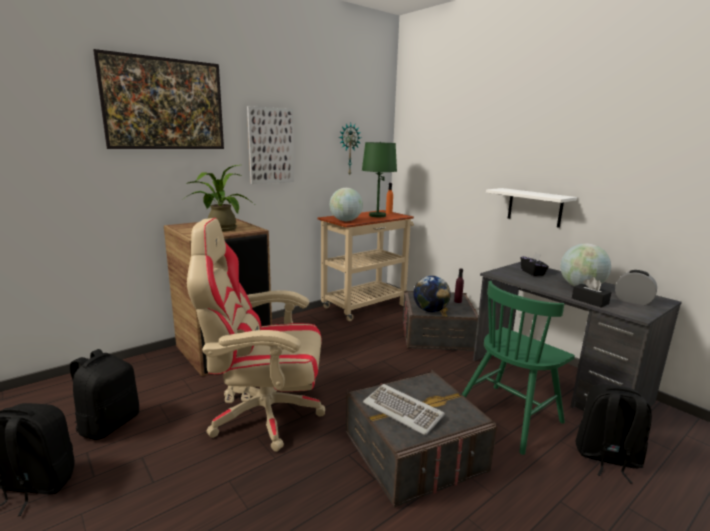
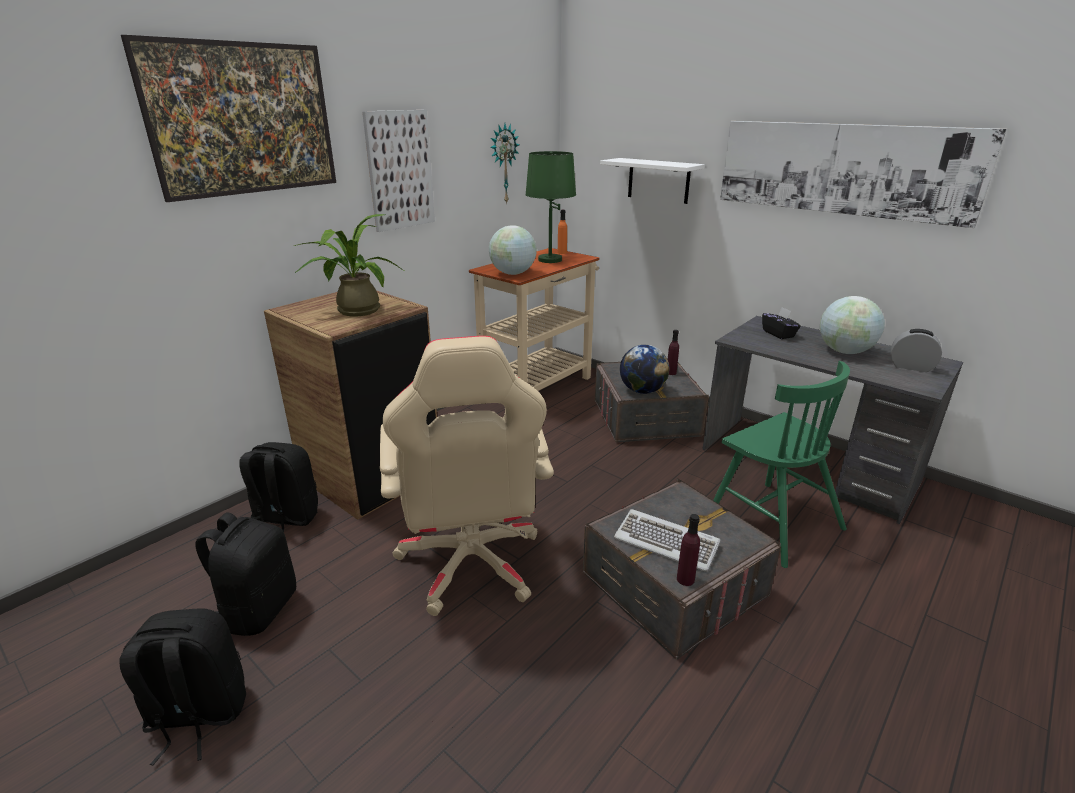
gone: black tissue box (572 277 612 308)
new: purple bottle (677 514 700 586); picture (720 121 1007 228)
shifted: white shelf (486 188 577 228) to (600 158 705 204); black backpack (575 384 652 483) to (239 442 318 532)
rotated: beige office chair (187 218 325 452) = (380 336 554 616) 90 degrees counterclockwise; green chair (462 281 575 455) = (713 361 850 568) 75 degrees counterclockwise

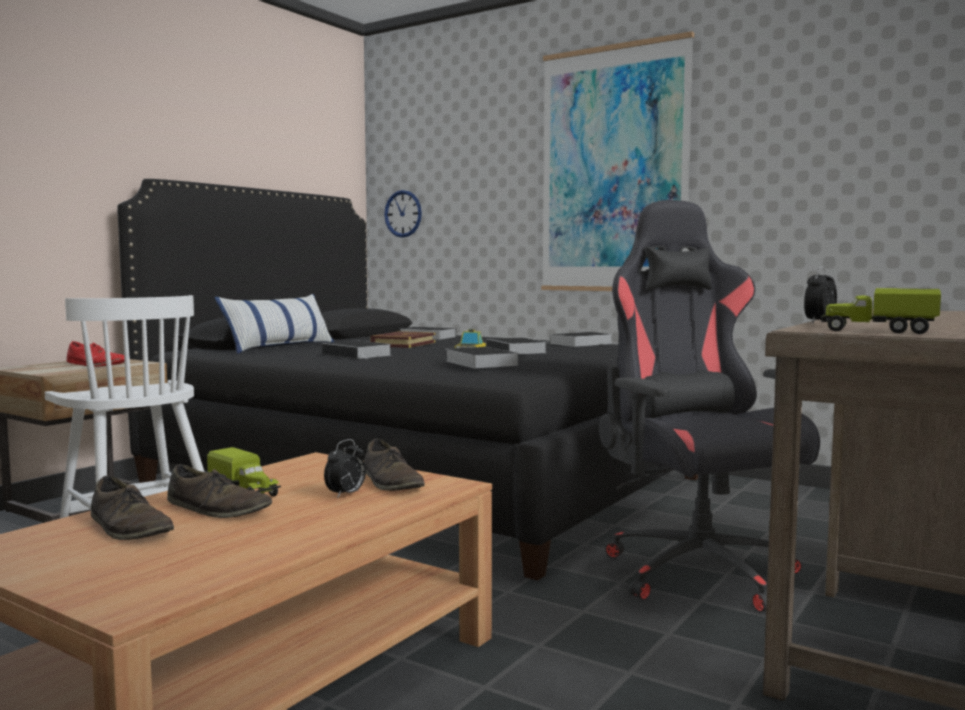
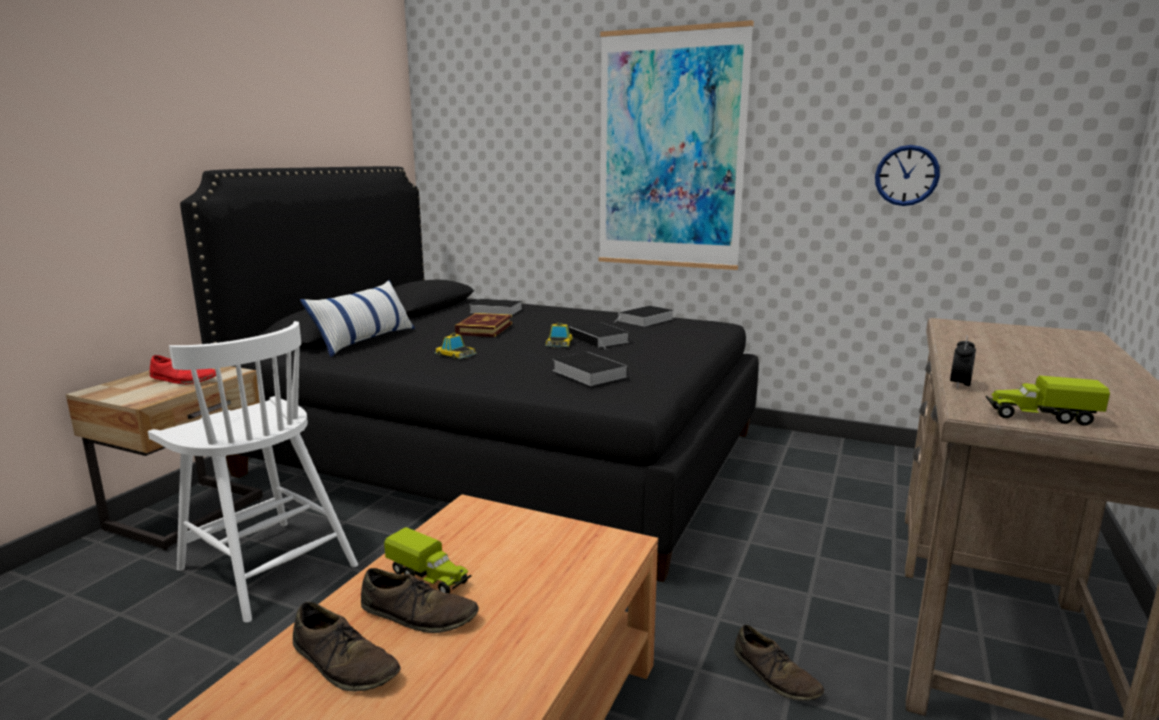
gone: alarm clock (324 439 366 499); black office chair (599 200 820 612)
shifted: brown shoe (364 439 425 491) to (734 625 824 701); wall clock (384 190 422 238) to (875 145 940 206)
swapped: book (322 340 392 359) to toy car (434 333 477 359)

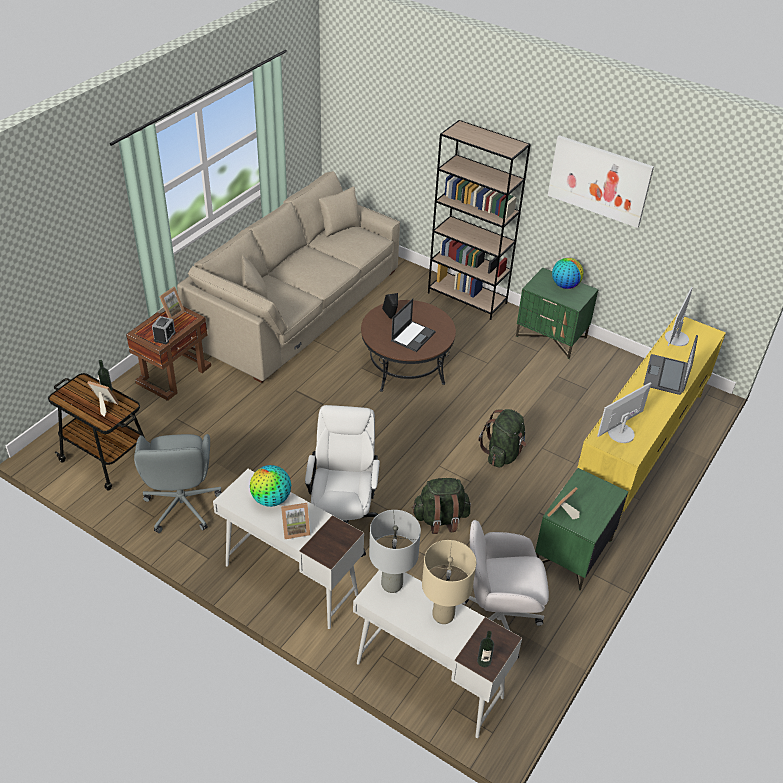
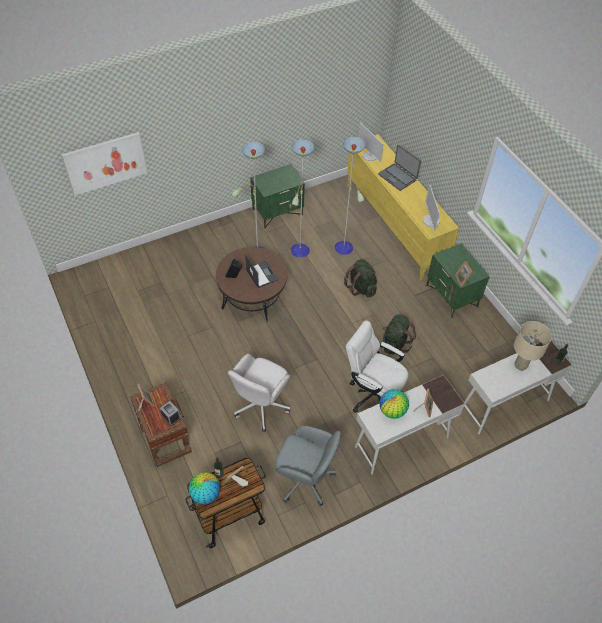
gone: beige sofa (177 171 400 383); grey table lamp (369 510 421 593); beige bookcase (428 120 531 320)
new: floor lamp (232 137 366 258)
shifted: white office chair (462 520 549 658) to (228 354 290 432); picture (548 135 654 228) to (62 132 147 195); globe (552 258 583 289) to (189 472 220 504)

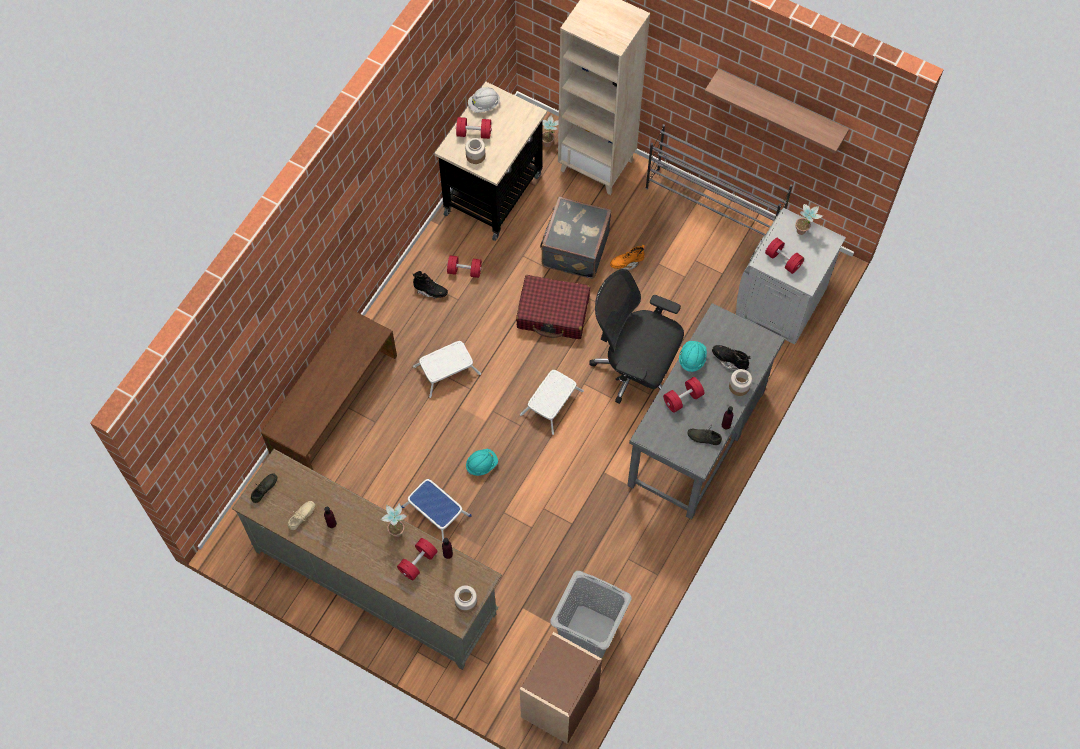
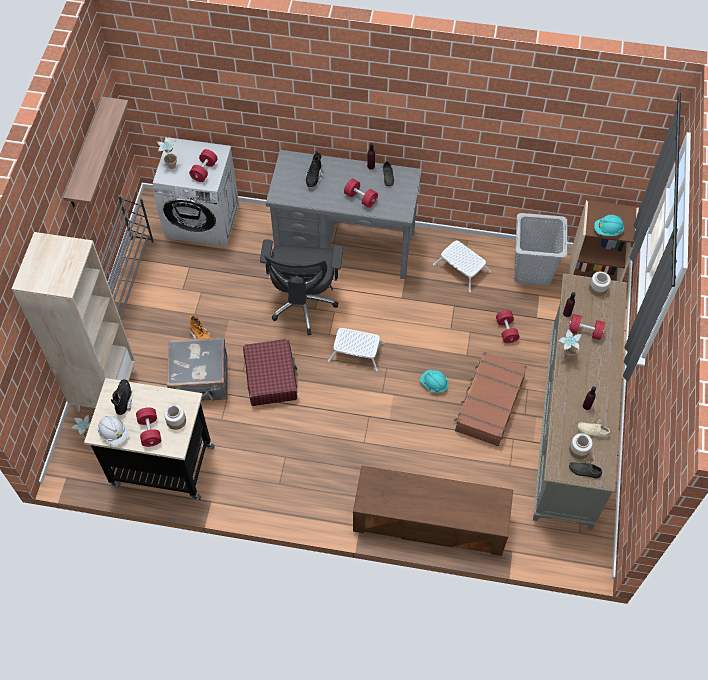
shifted: black boot (413 271 448 299) to (111 379 133 415); white step ladder (413 341 481 398) to (433 240 491 292); red dumbbell (447 255 482 278) to (496 310 520 343); turquoise hard hat (679 341 707 374) to (594 215 624 236); jar (729 369 752 396) to (569 433 593 459)
swapped: blue step ladder (401 479 472 542) to brown suitcase (454 352 527 446)

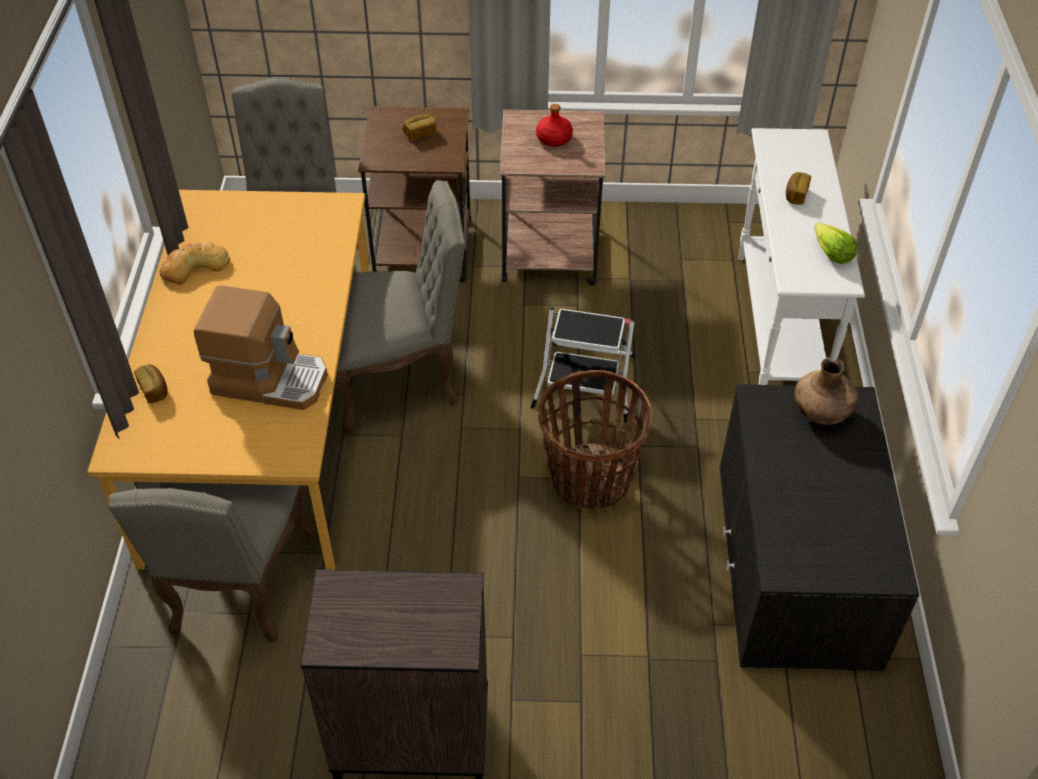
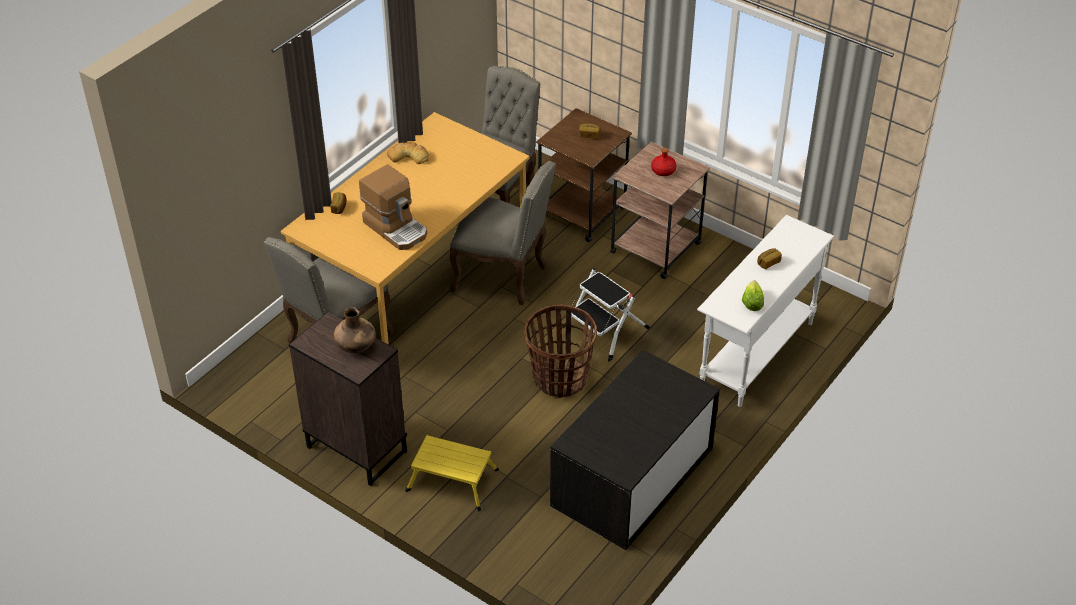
new: yellow step ladder (405 435 499 511)
shifted: brown vase (795 357 858 425) to (334 307 375 353)

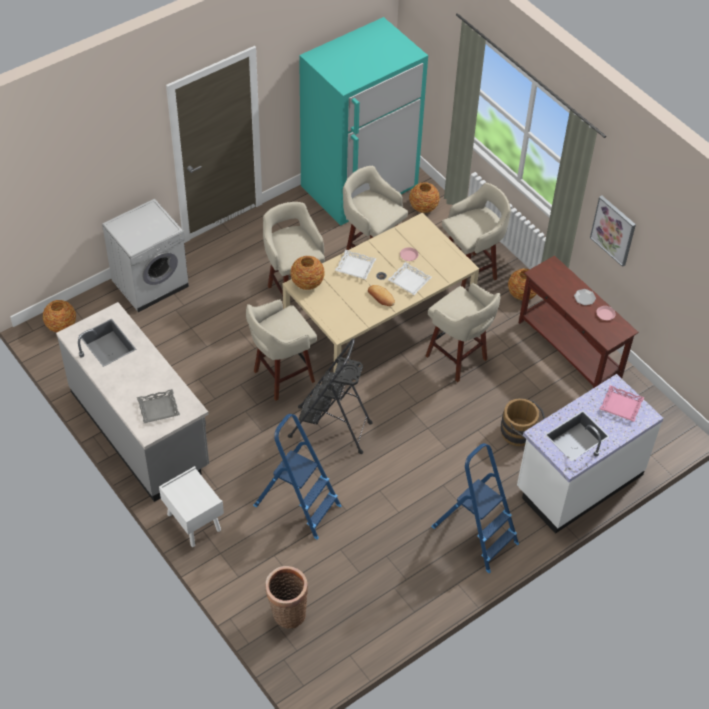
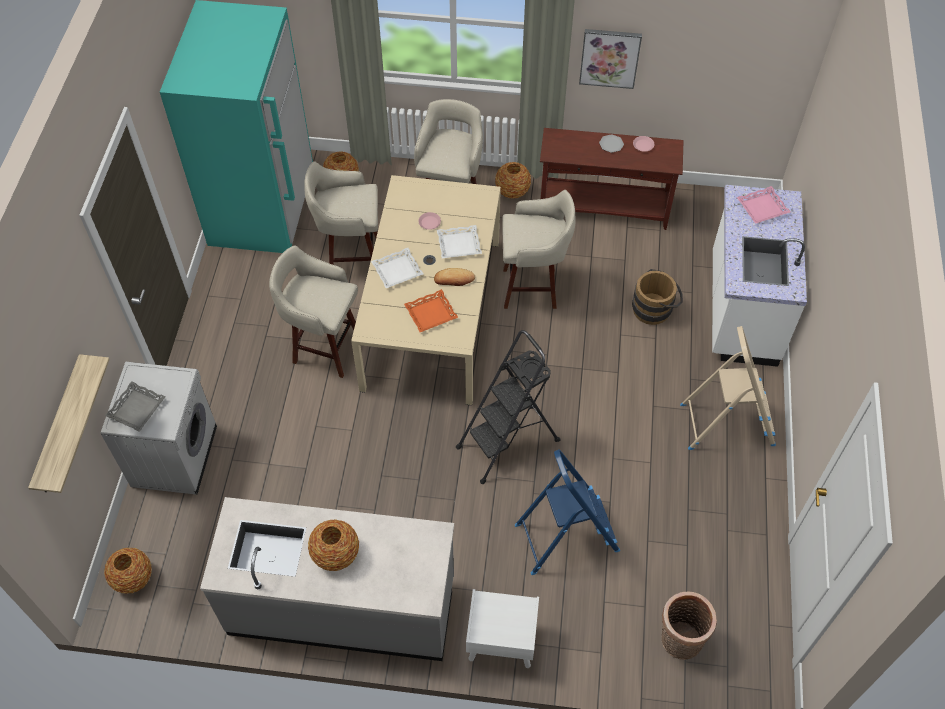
gone: beige stool (246 299 317 401)
new: shelf (28 354 110 493); orange tray (404 289 458 332)
shifted: grey tray (137 389 180 423) to (105 381 166 432); vase (290 256 325 290) to (308 520 359 571)
repainted: blue step ladder (431 443 519 573) to beige step ladder (680 326 776 450)

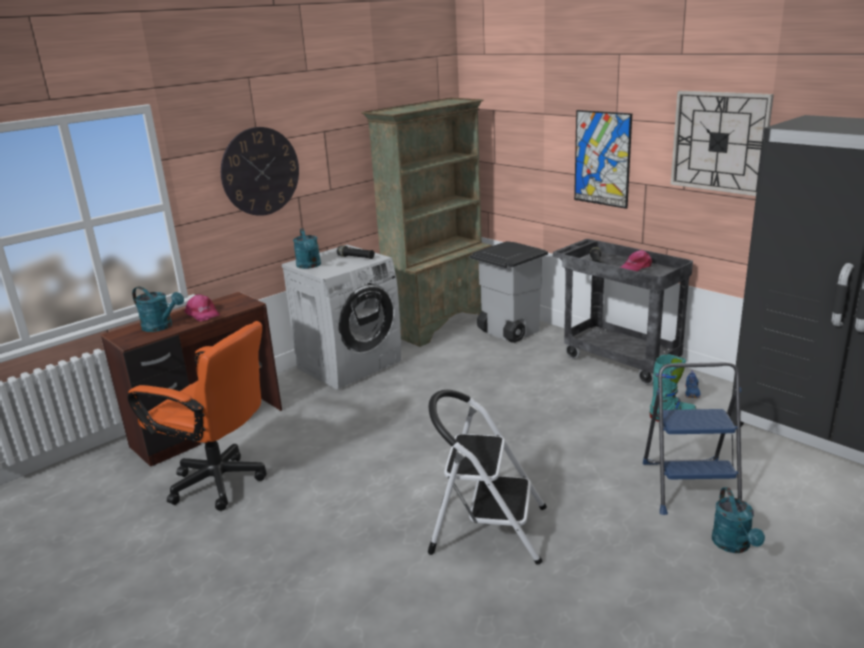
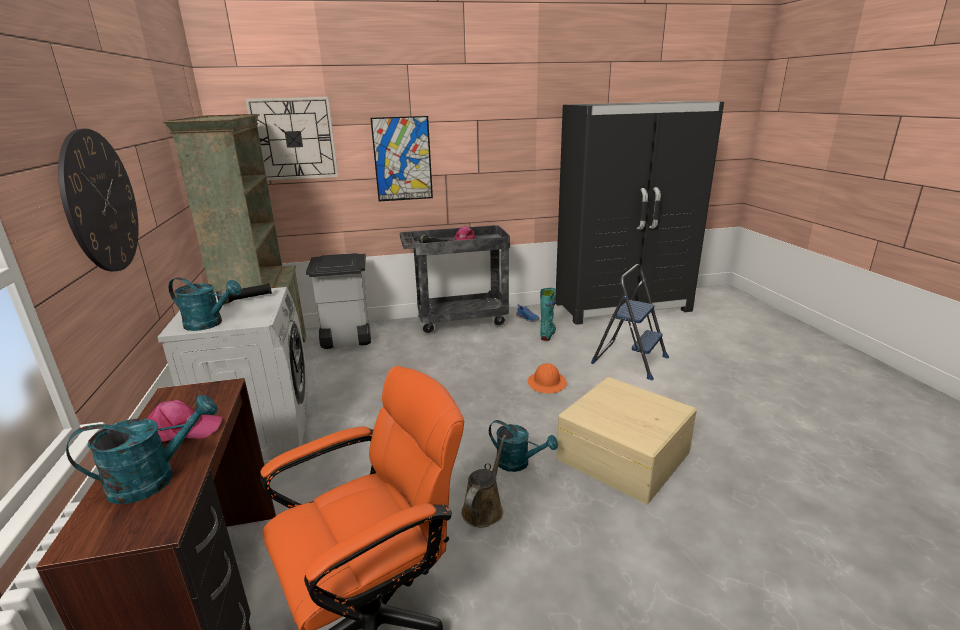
new: brown watering can (461 435 506 528); orange hard hat (528 363 567 393)
shifted: wall clock (670 91 774 196) to (245 97 339 181); turquoise watering can (712 487 765 553) to (489 420 558 472)
swapped: step ladder (428 390 547 565) to beige storage box (557 377 697 504)

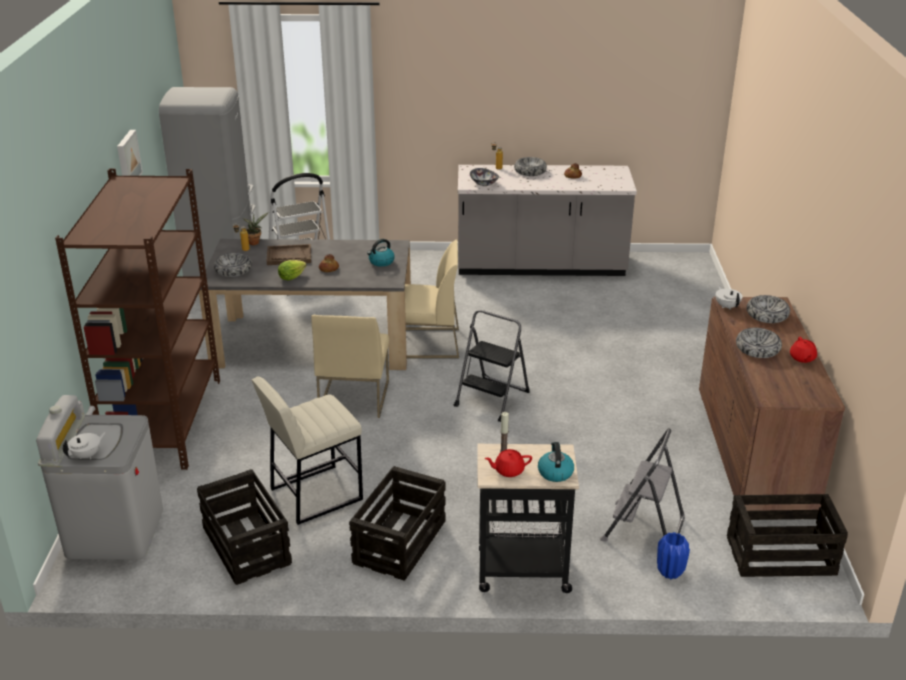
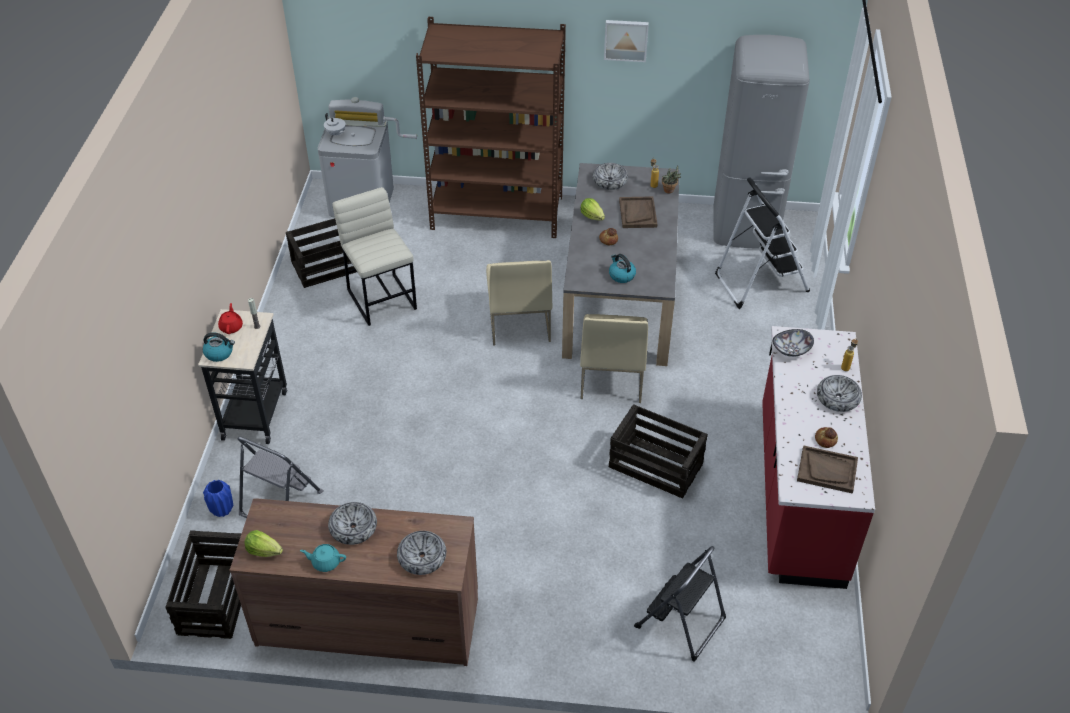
gone: white teapot (716 286 743 310)
new: lettuce (244 530 283 557); brown tray (797 445 858 494)
shifted: crate (349 466 446 581) to (609 404 708 499); black step ladder (453 310 530 422) to (634 546 726 662)
repainted: grey counter (458 165 637 276) to red counter (762 326 875 589); red teapot (790 337 817 363) to turquoise teapot (300 544 346 572)
rotated: beige chair (311 315 389 418) = (486 260 552 345) 105 degrees counterclockwise

